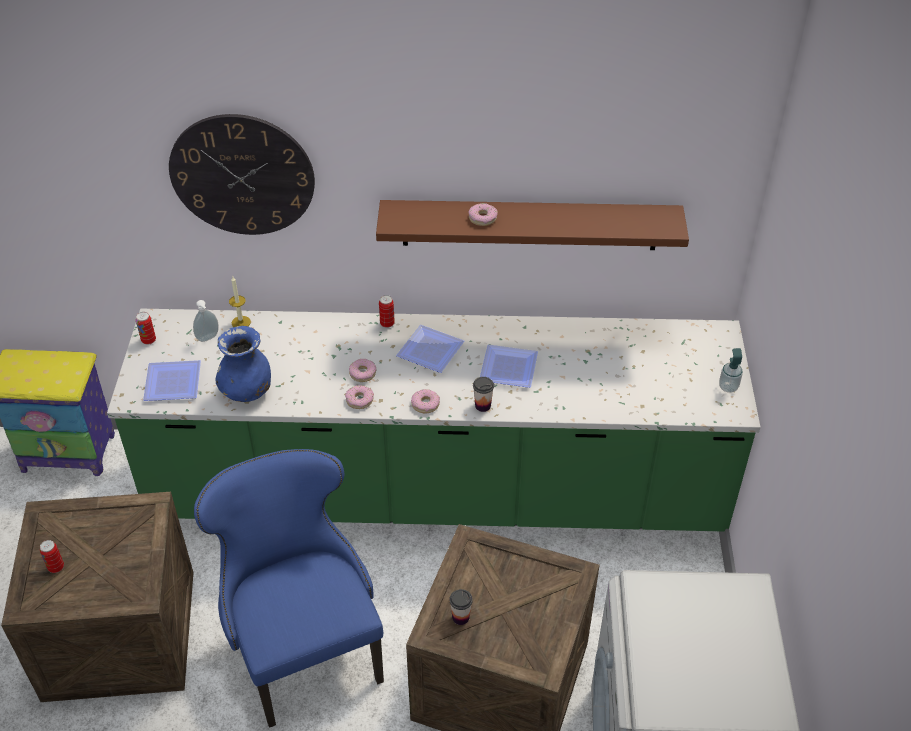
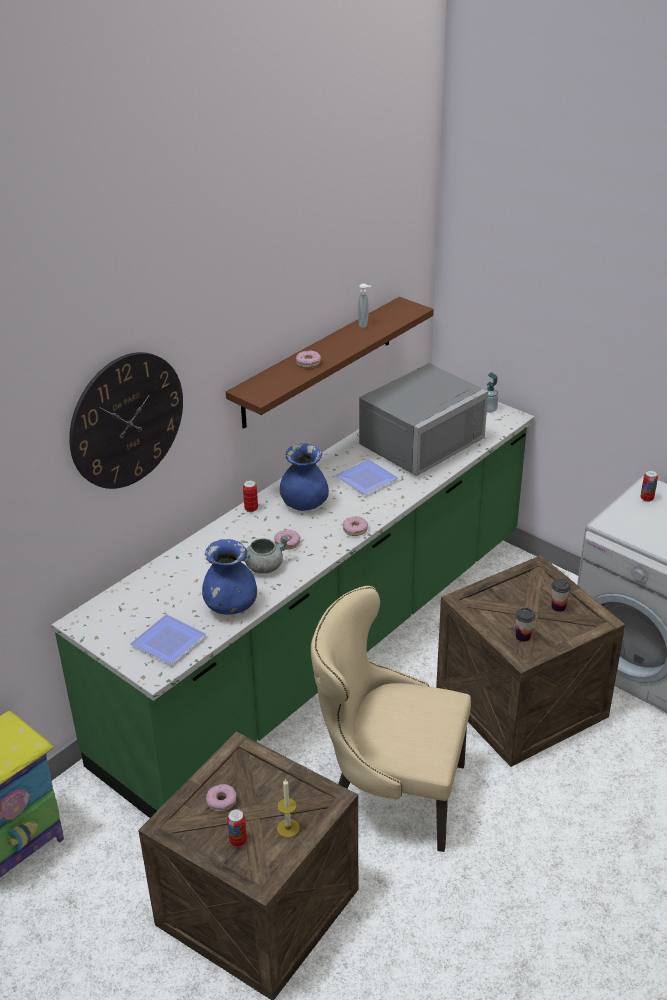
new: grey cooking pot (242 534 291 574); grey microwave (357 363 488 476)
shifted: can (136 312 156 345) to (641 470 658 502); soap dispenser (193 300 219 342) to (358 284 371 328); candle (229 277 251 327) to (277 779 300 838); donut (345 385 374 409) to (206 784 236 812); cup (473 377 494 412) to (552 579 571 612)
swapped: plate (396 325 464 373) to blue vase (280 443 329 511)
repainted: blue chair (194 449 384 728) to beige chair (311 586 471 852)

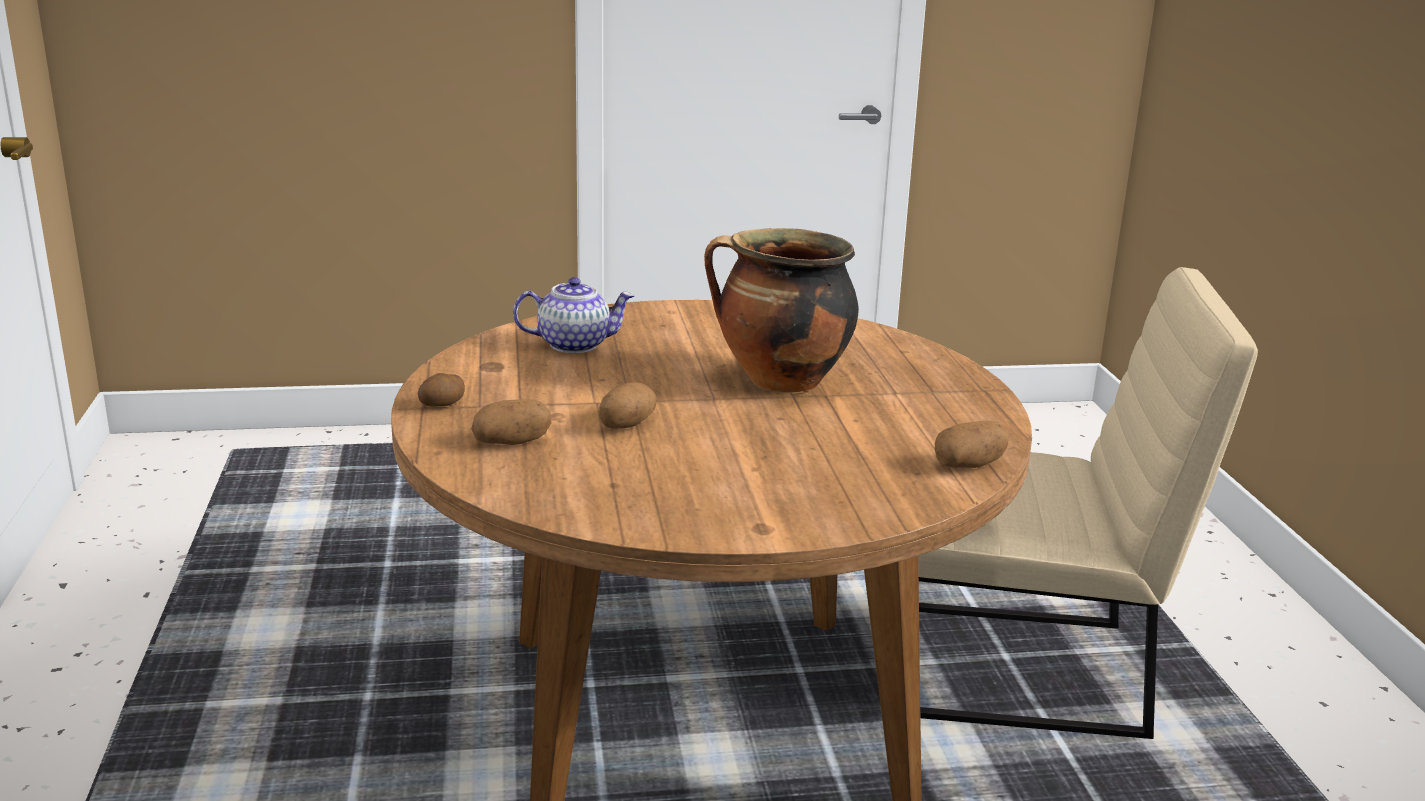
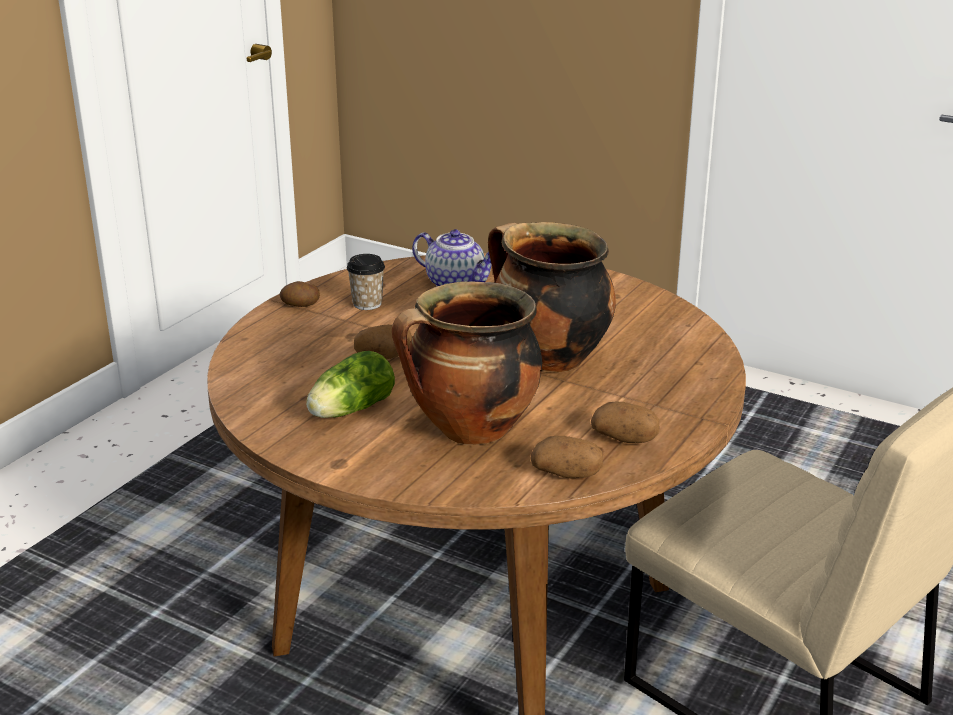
new: lettuce (306 351 395 418); cup (347 254 385 310); cooking pot (392 281 542 445)
shifted: potato (471 399 552 445) to (591 402 659 443)

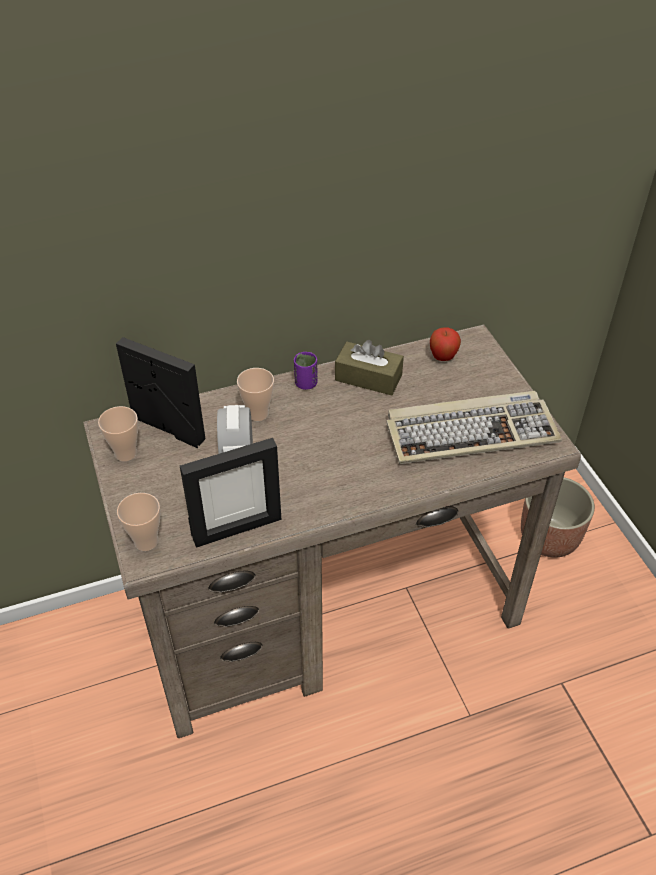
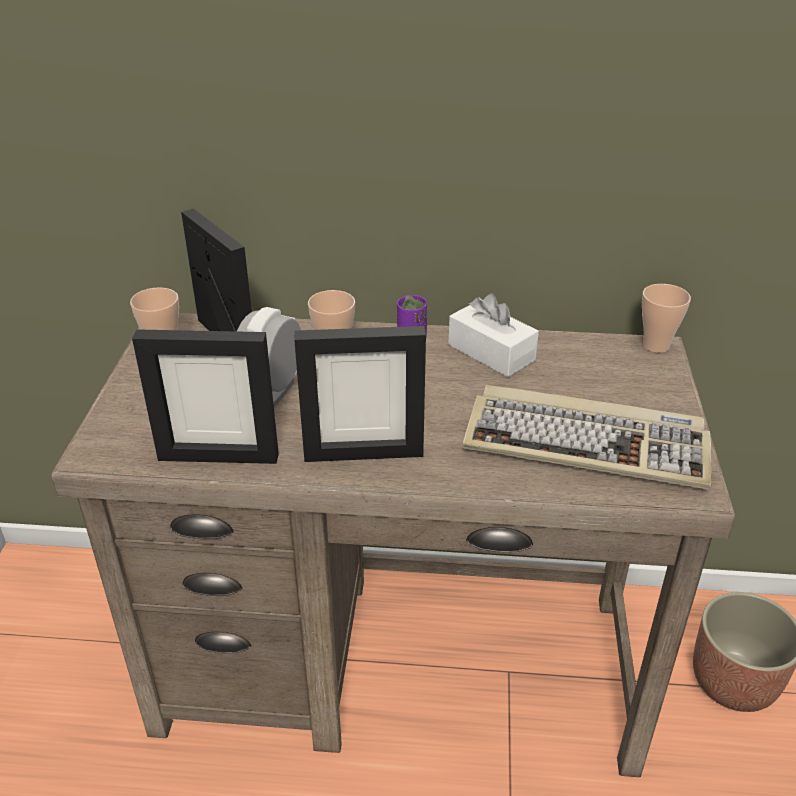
gone: apple (430 327 461 361)
new: picture frame (294 326 426 462)
shifted: cup (117 493 160 551) to (642 284 691 353)
repainted: brown tissue box (335 340 404 396) to white tissue box (448 293 539 377)

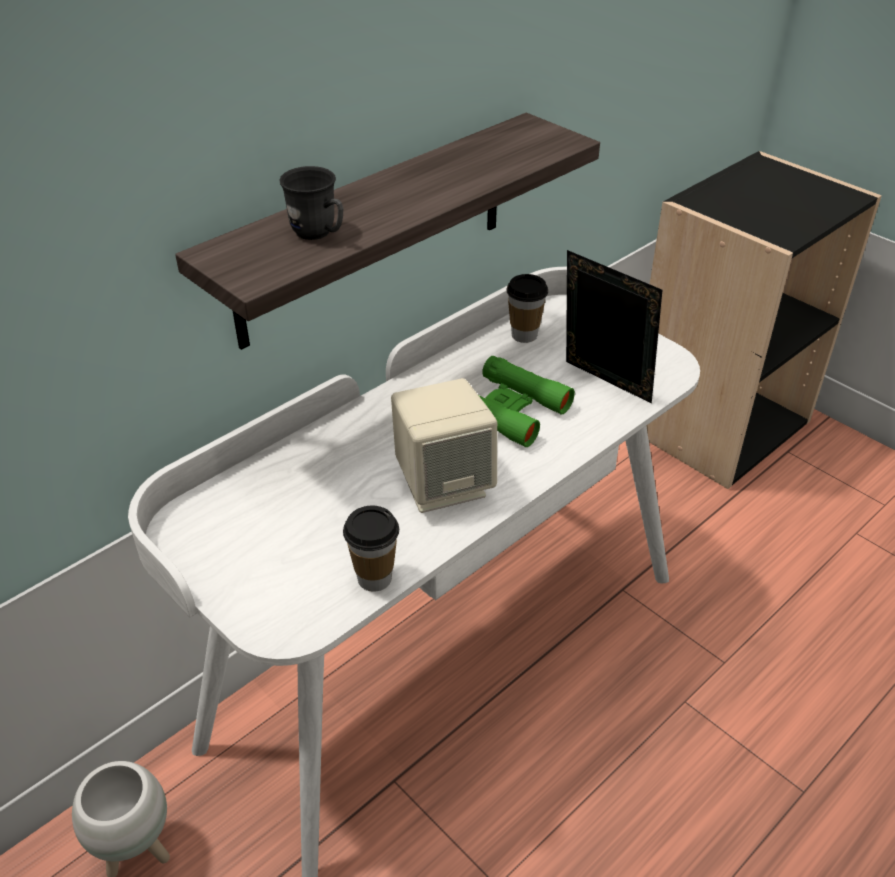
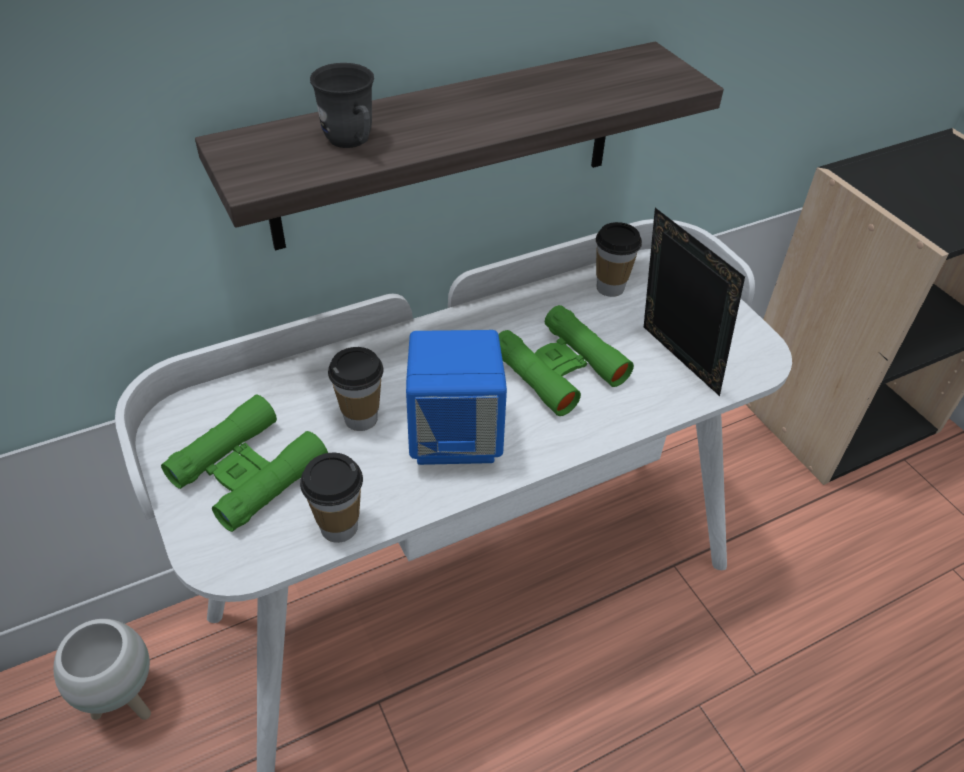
new: green binoculars (161 395 328 532); cup (328 347 383 431)
repainted: beige speaker (391 378 497 513) to blue speaker (406 330 507 465)

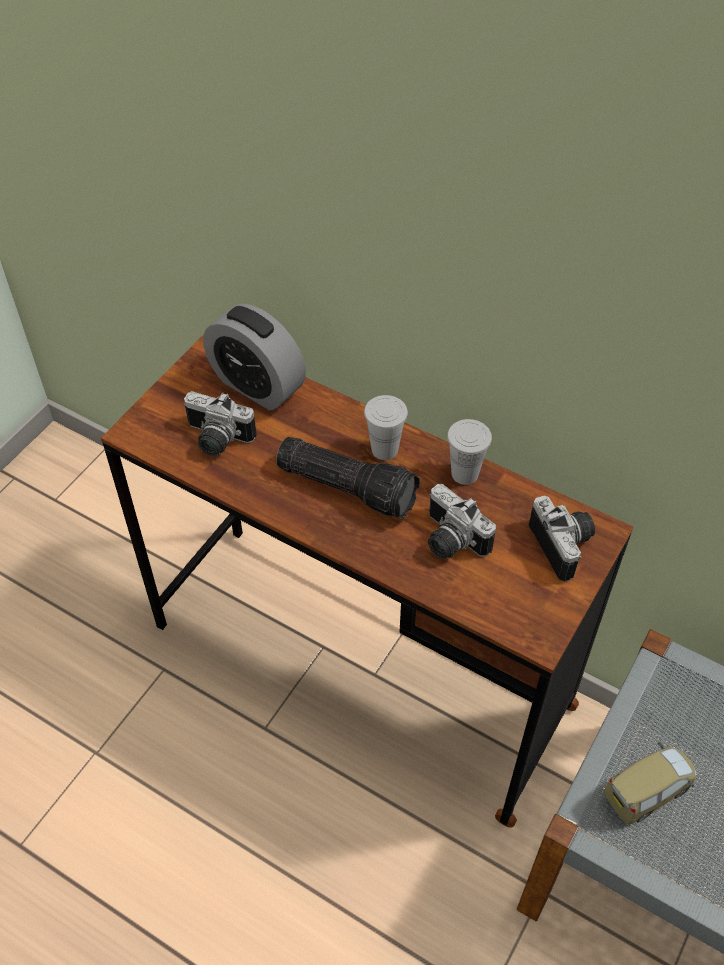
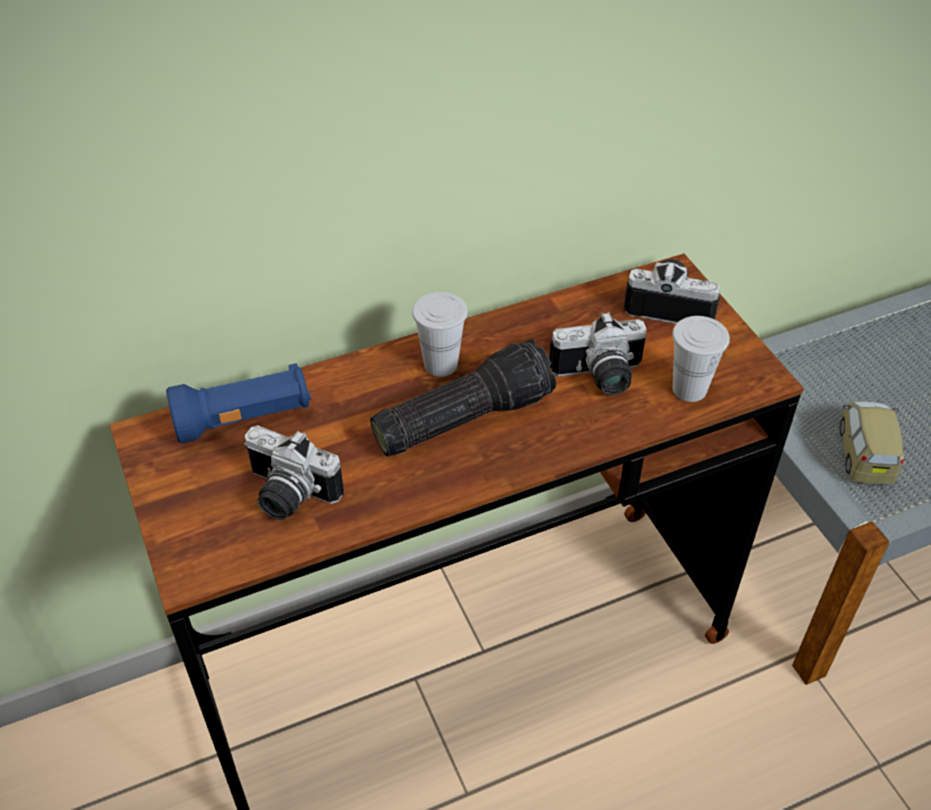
shifted: white cup (447 419 492 485) to (672 316 730 402)
swapped: alarm clock (203 304 306 410) to blue flashlight (166 363 311 443)
rotated: photo camera (184 391 256 456) = (244 425 344 520) 60 degrees clockwise

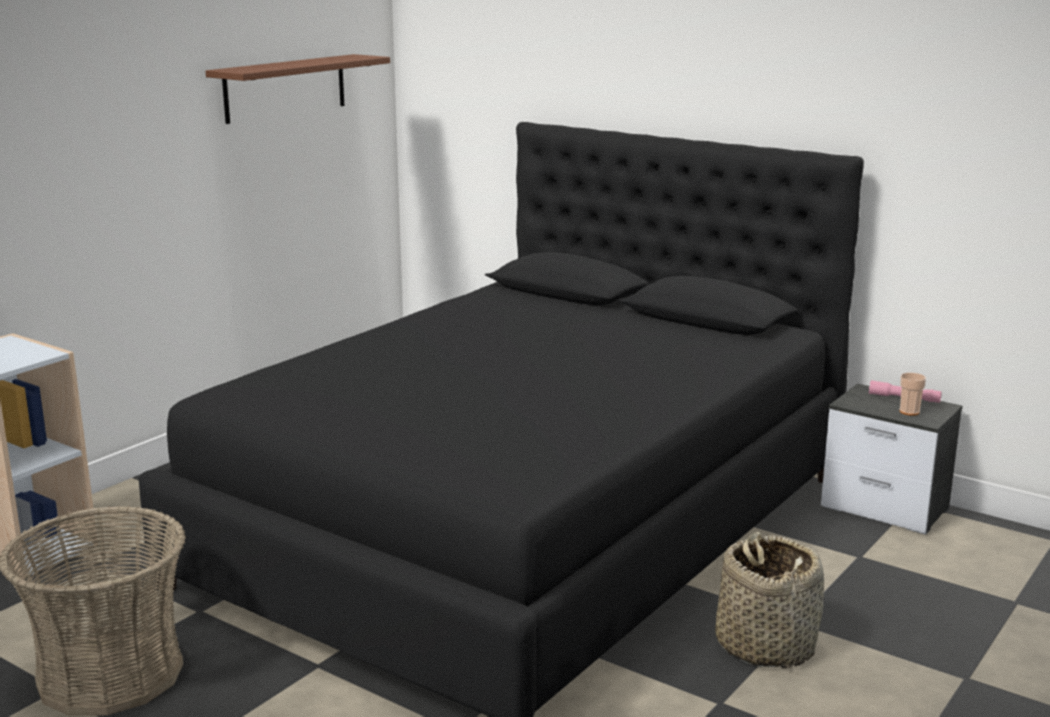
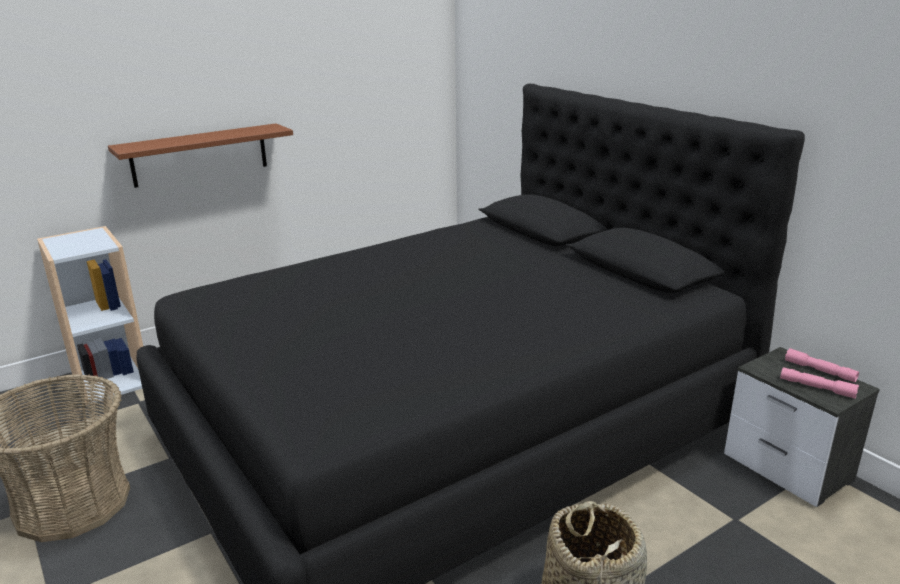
shifted: brown shelf (205 54 390 124) to (108 123 293 188)
swapped: cup (899 373 926 416) to pink flashlight (780 367 859 399)

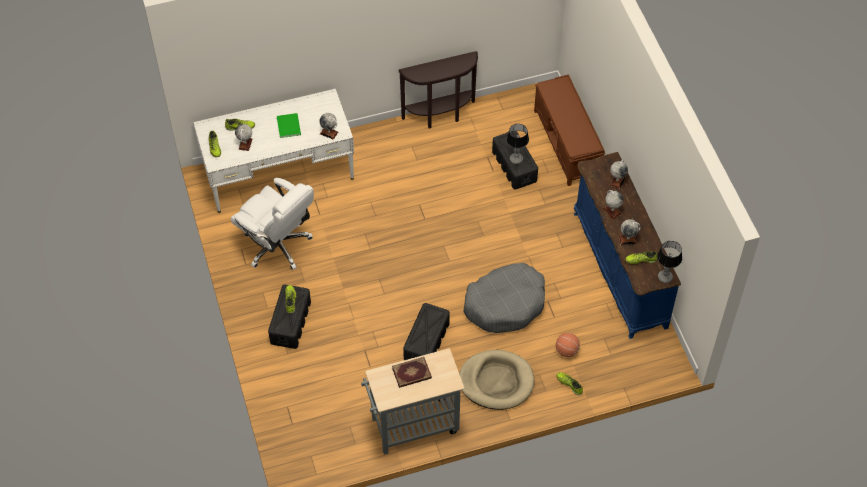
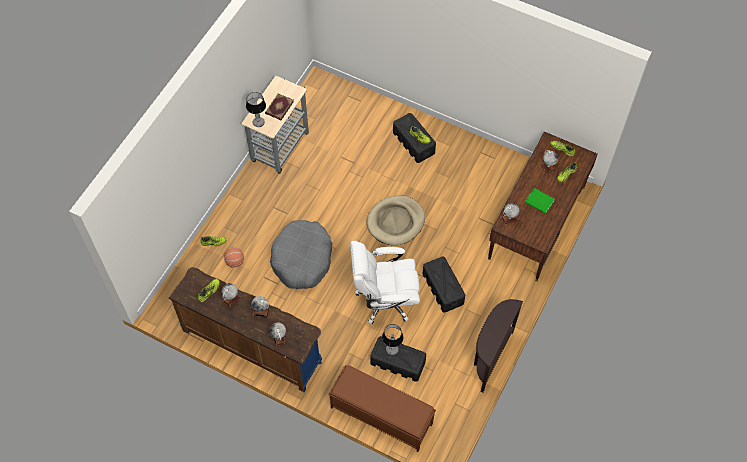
shifted: white office chair (231 178 314 270) to (350 241 420 325); black storage box (403 303 450 360) to (423 257 465 313); beige dog bed (459 350 534 410) to (367 195 425 245); table lamp (657 241 682 283) to (246 92 266 127)
repainted: white desk (193 89 354 213) to brown desk (488 132 598 281)

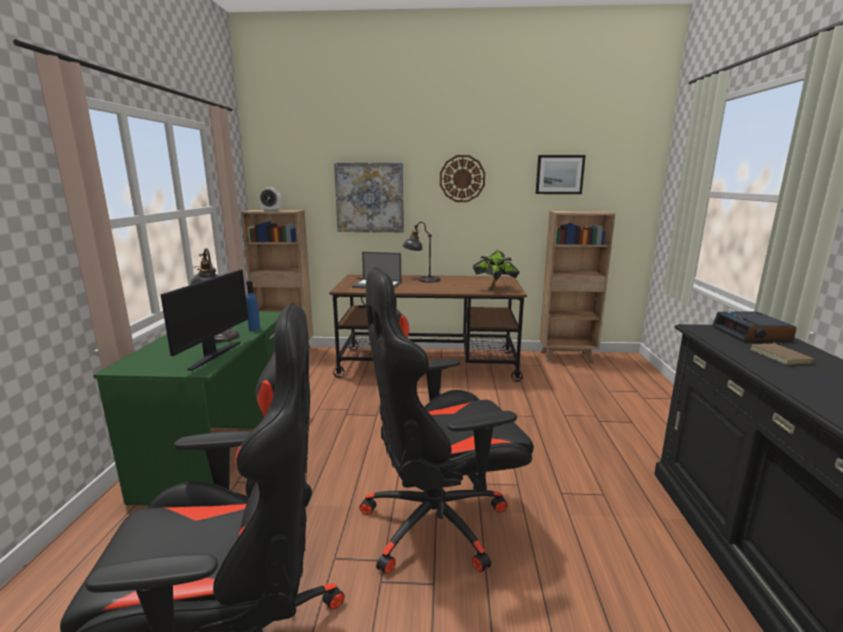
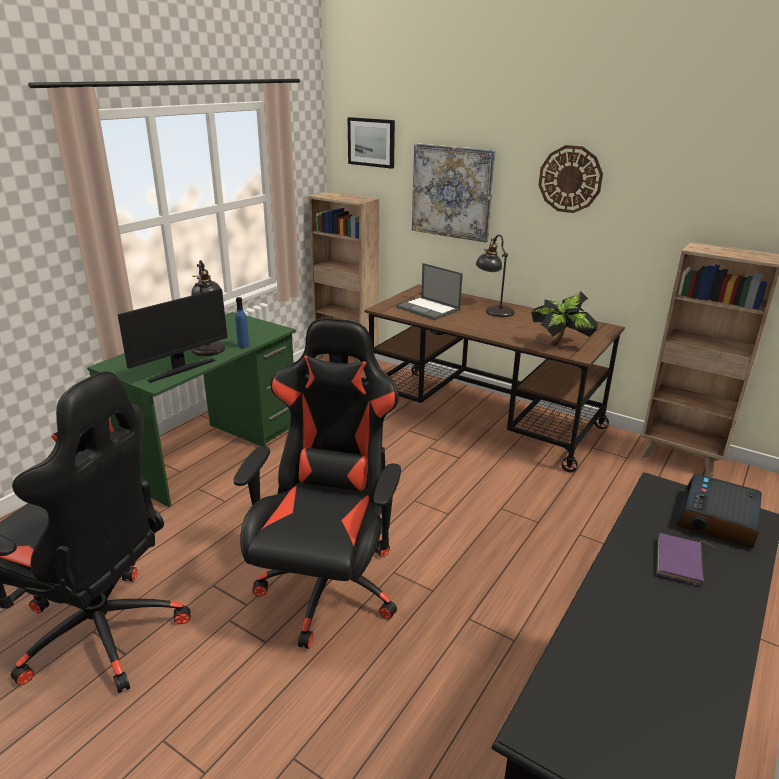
gone: alarm clock (259 187 281 211)
shifted: picture (536 155 586 194) to (348 117 395 169)
repainted: brown book (750 342 814 365) to purple book (656 533 715 586)
rotated: black office chair (359 267 534 574) = (233 318 401 649) 90 degrees clockwise

